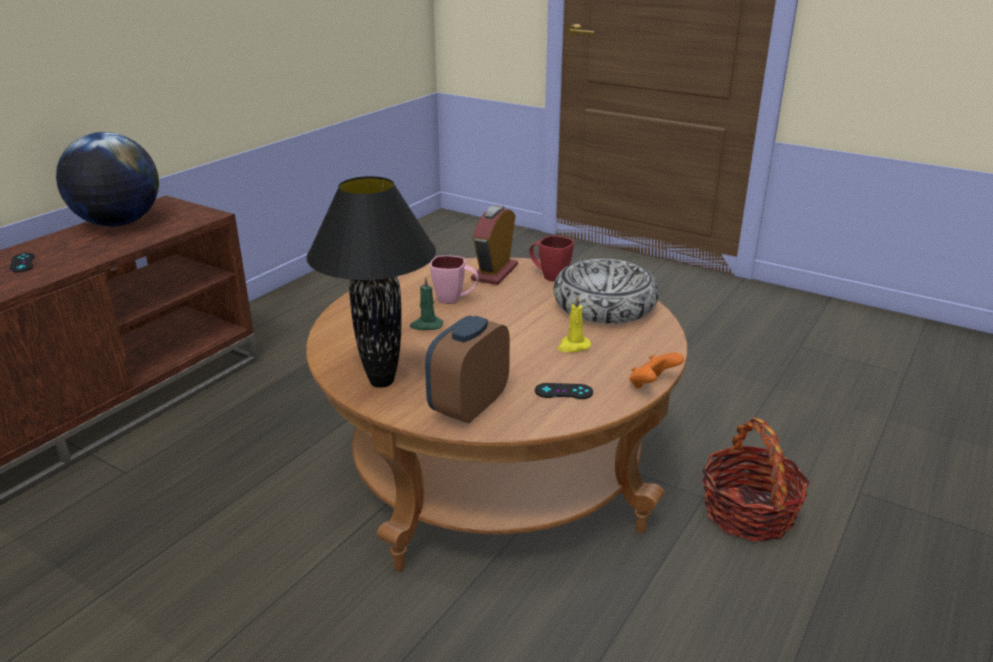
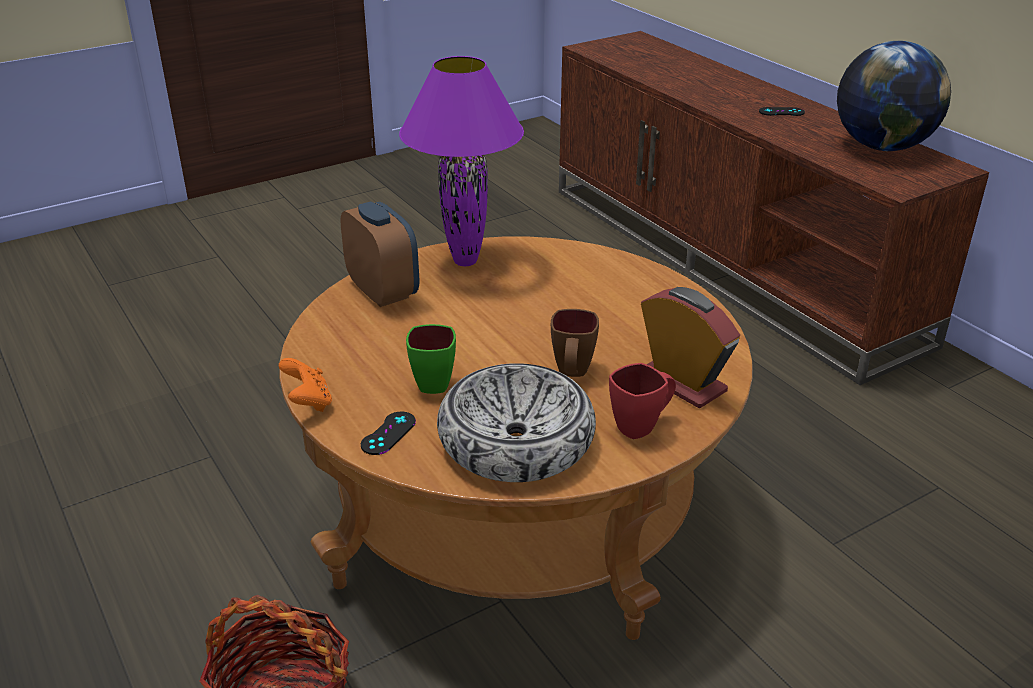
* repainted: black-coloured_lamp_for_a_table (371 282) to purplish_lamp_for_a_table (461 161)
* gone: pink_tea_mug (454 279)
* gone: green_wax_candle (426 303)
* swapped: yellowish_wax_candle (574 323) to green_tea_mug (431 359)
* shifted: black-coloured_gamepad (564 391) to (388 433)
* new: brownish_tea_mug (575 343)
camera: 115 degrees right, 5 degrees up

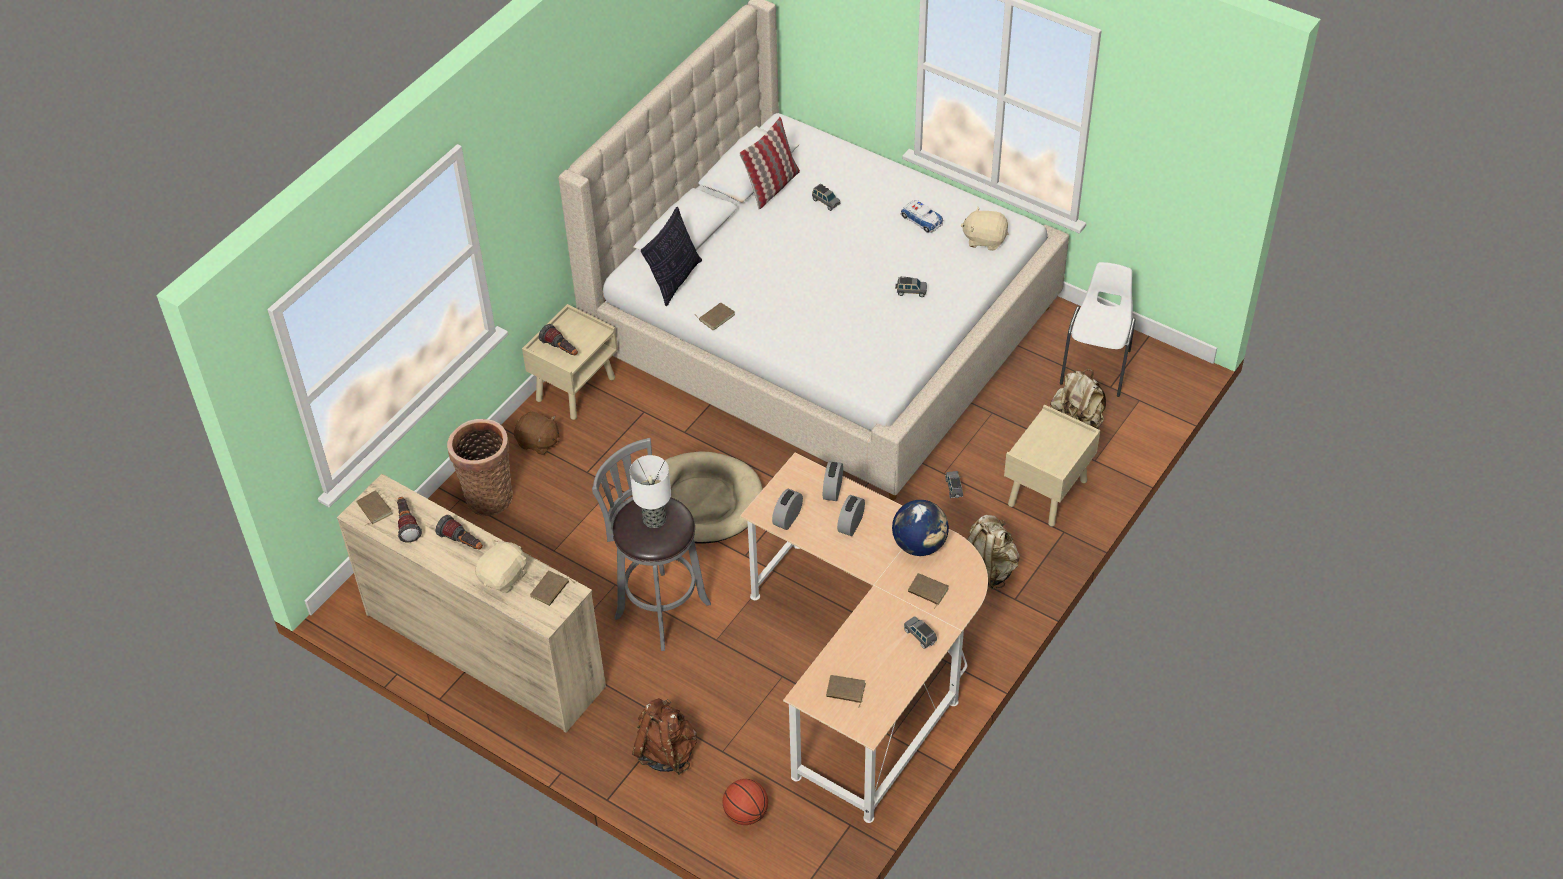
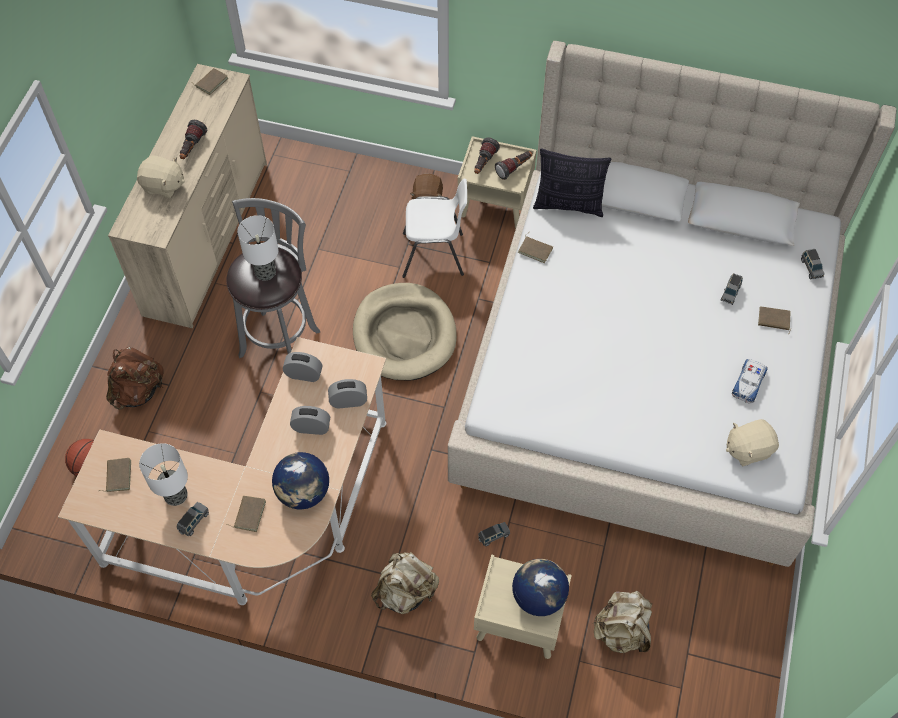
* gone: pillow (769 163)
* rotated: beige-coloured_plush_toy (984 228) = (752 442) 105 degrees counterclockwise
* shifted: white_upright_chair (1097 329) to (434 228)
* shifted: grey_model_car (911 287) to (812 264)
* gone: basket (480 467)
* shifted: hand_torch (409 520) to (514 165)
* shifted: brownish_bound_book (552 588) to (774 320)
* new: lamp_for_a_table (163 474)
* new: desk_globe (540 587)
camera: 70 degrees right, 10 degrees up

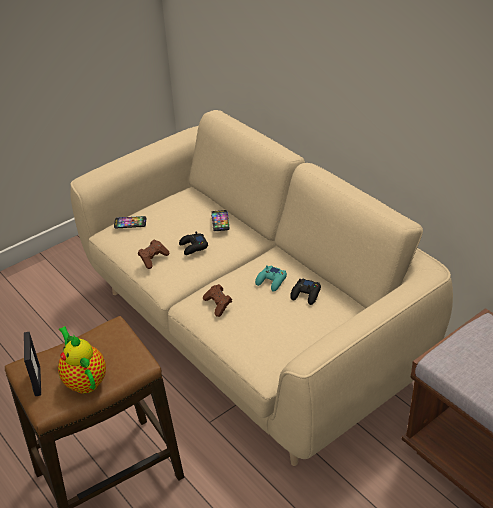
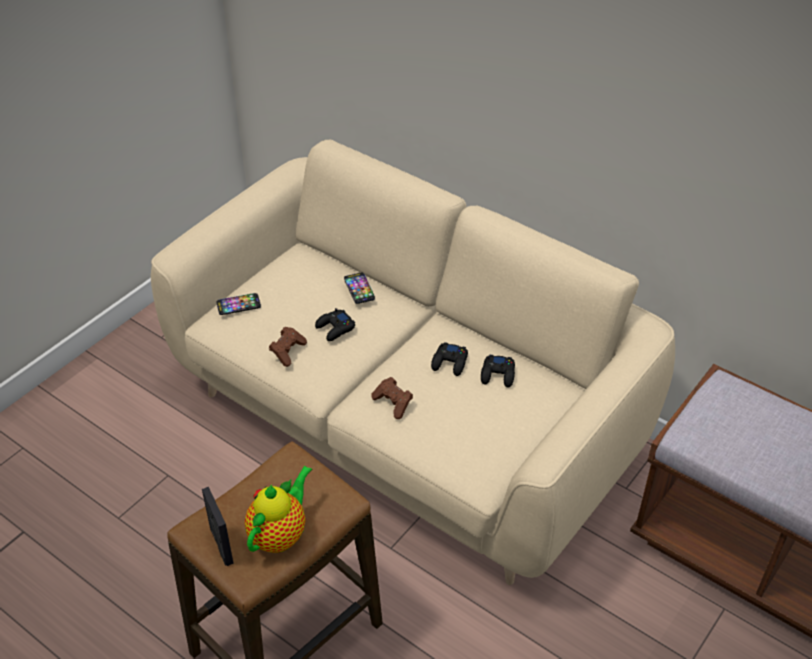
* repainted: turquoise_gamepad (271 278) to black-coloured_gamepad (449 359)
* rotated: tea_pot (82 360) = (278 509) 75 degrees clockwise
camera: 15 degrees left, 5 degrees up

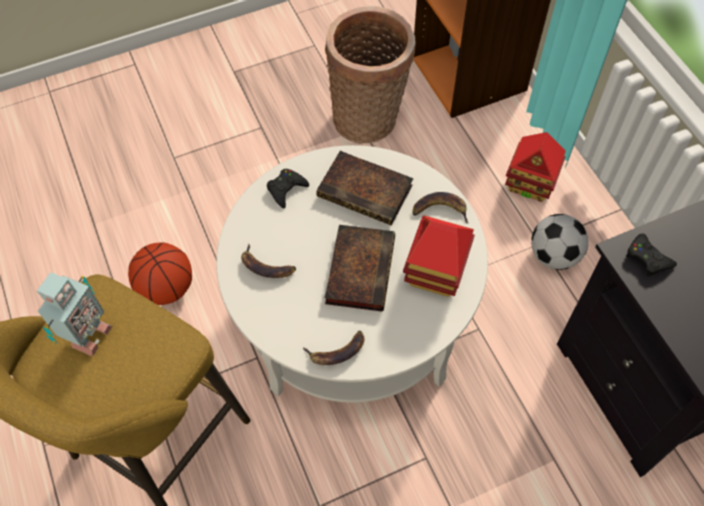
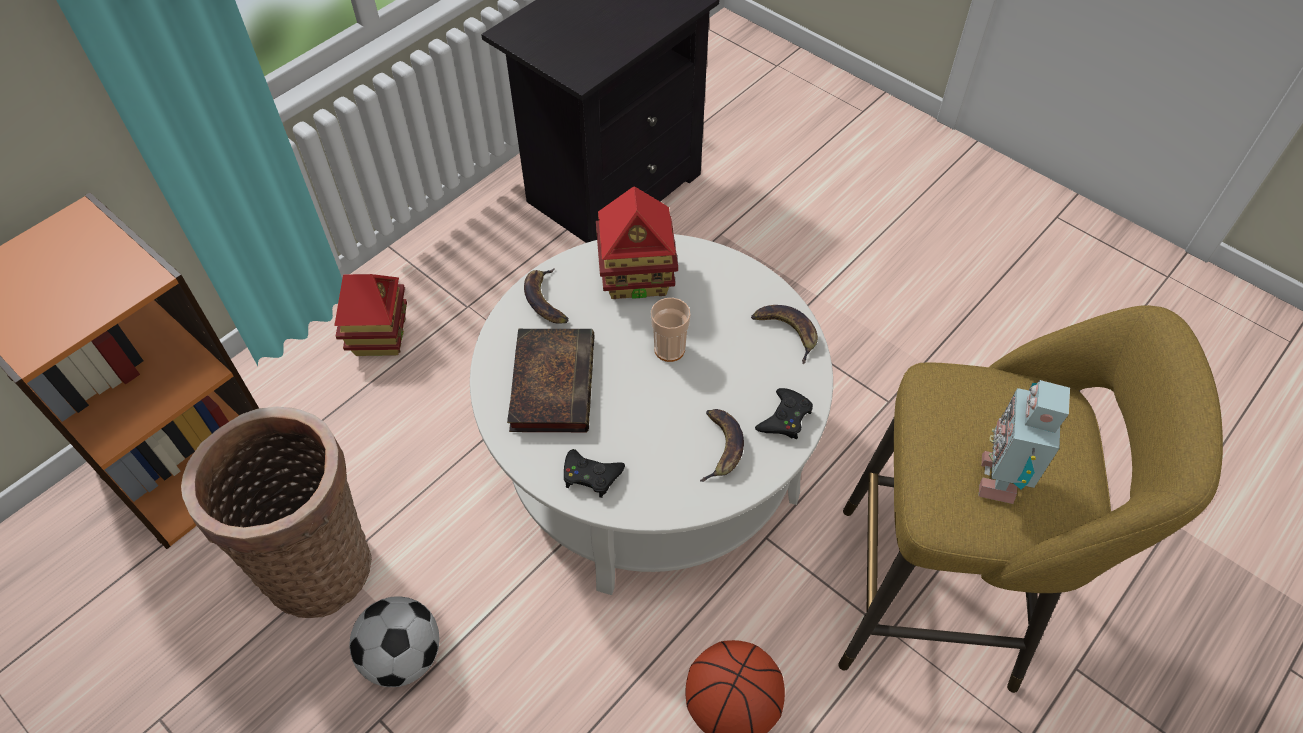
* shifted: football_ball (560 242) to (394 641)
* swapped: bound_book (360 268) to cup (671 330)
* shifted: black-coloured_gamepad (651 255) to (784 413)
* rotated: robot_figure (74 314) = (1024 442) 75 degrees counterclockwise
camera: 115 degrees left, 5 degrees down

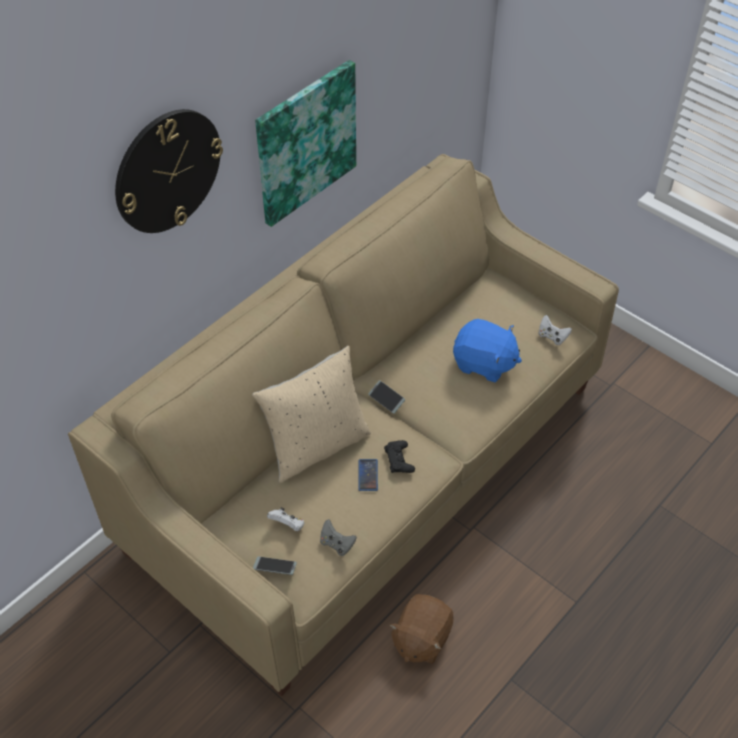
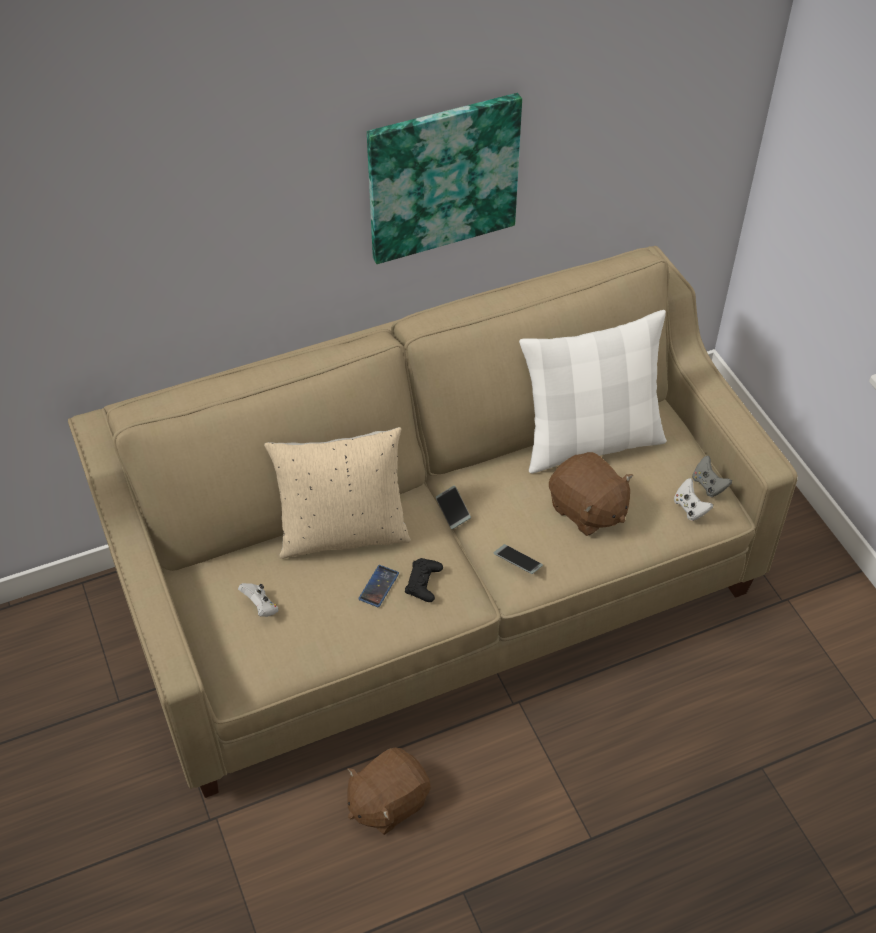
* gone: wall_clock (169 171)
* repainted: bluish_plush_toy (487 350) to brownish_plush_toy (591 494)
* shifted: grey_gamepad (338 537) to (712 476)
* shifted: handset (275 566) to (518 559)
* new: white_pillow (593 391)
camera: 25 degrees right, 0 degrees up

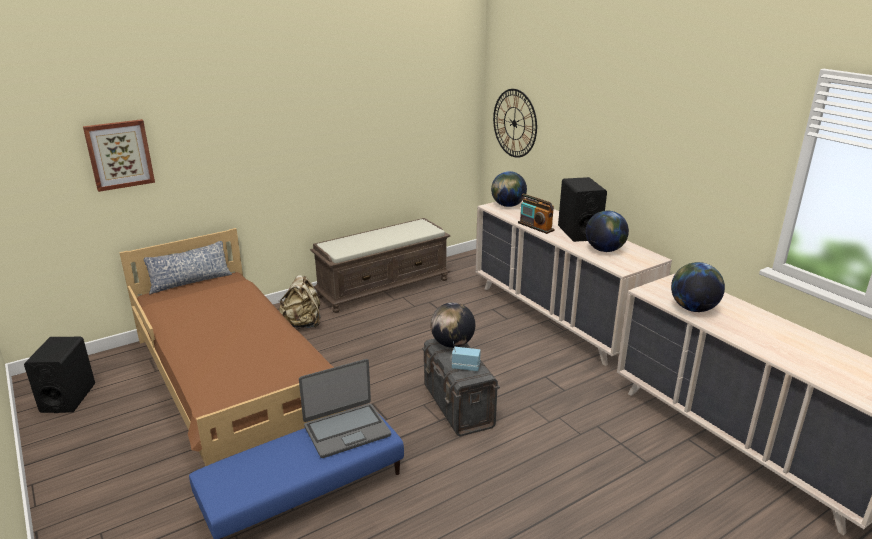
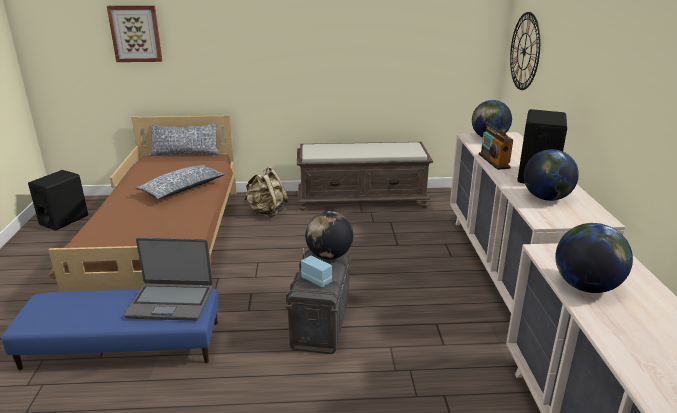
* new: pillow (180 182)
camera: 30 degrees right, 0 degrees up

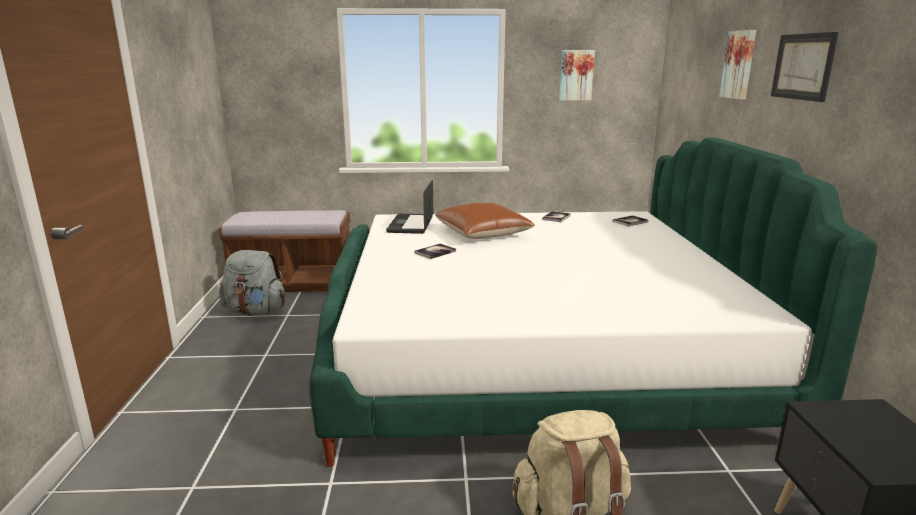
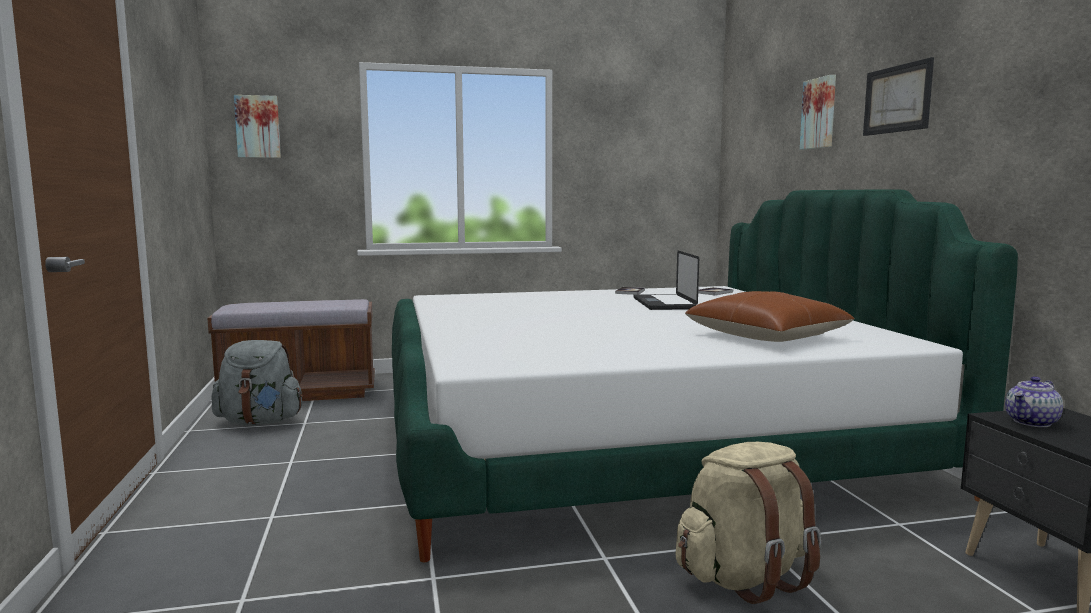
* shifted: picture (577 75) to (257 126)
* shifted: notebook_computer (409 207) to (666 280)
* shifted: brownish_pillow (485 221) to (770 316)
* gone: bound_book (435 251)
* new: tea_pot (1034 401)
camera: 10 degrees left, 10 degrees down

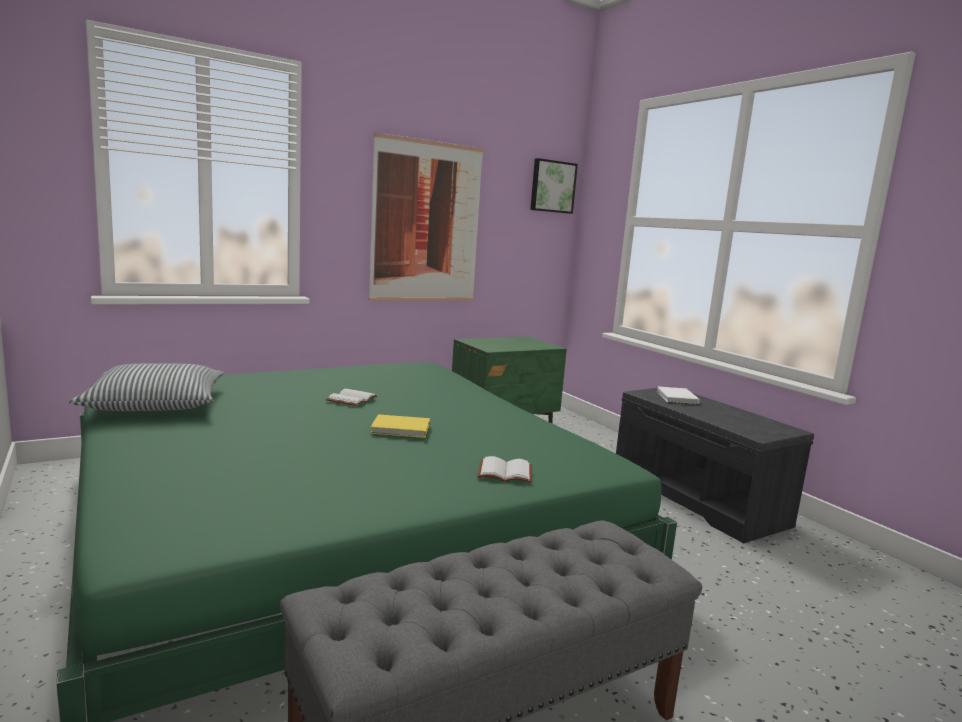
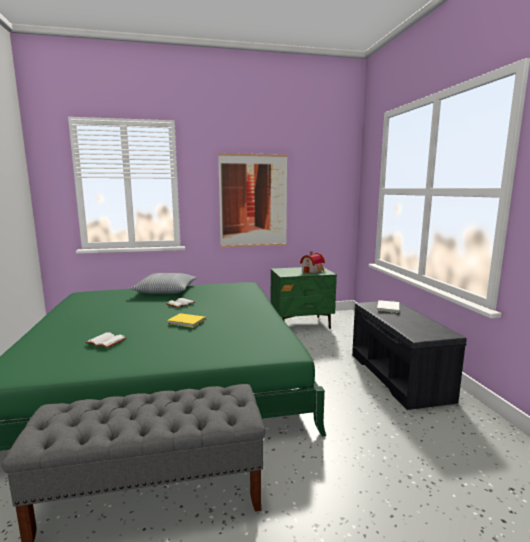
* gone: picture (554 186)
* shifted: pillow (146 387) to (163 283)
* shifted: white_bound_book (505 469) to (106 340)
* new: model_house (312 262)
camera: 20 degrees right, 0 degrees up

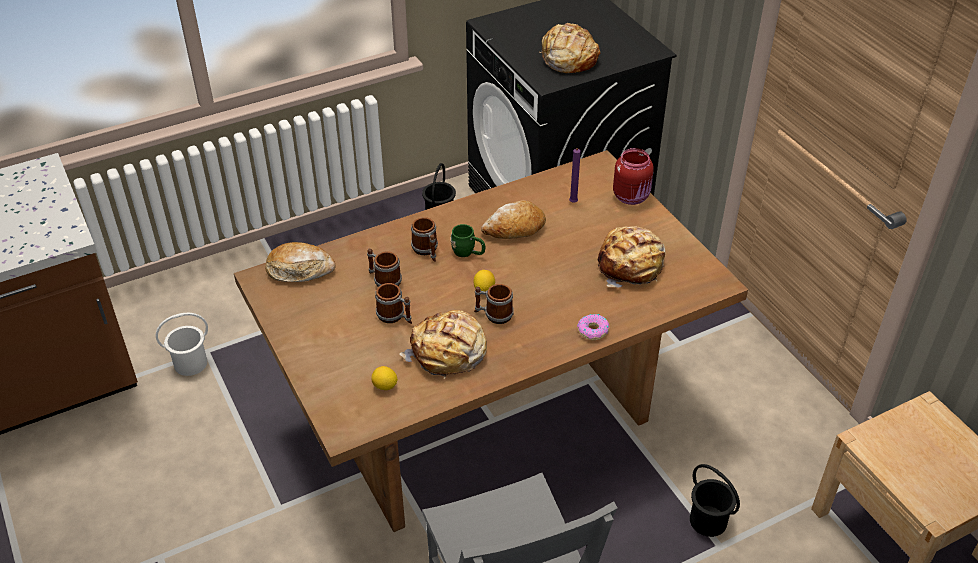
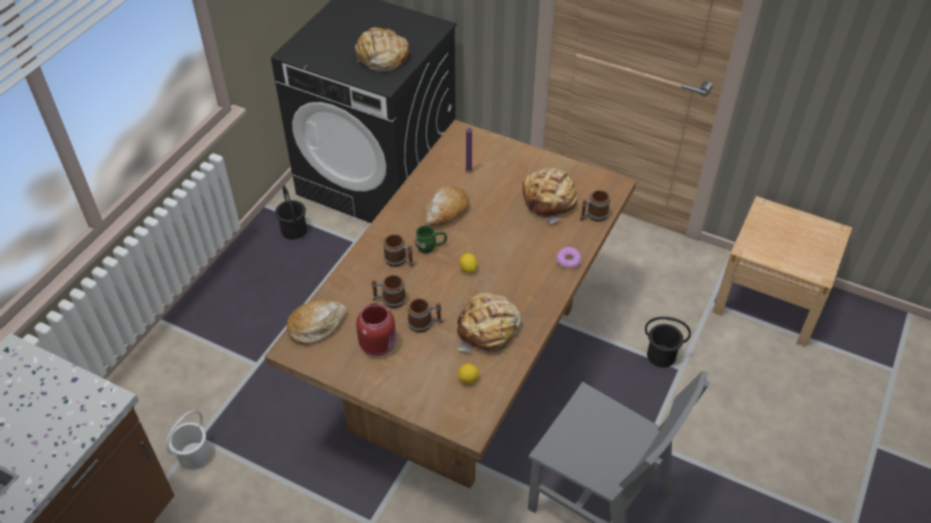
* shifted: red_preserve_jar (633 176) to (376 329)
* shifted: tea_mug (494 304) to (595 206)
camera: 35 degrees left, 5 degrees up

